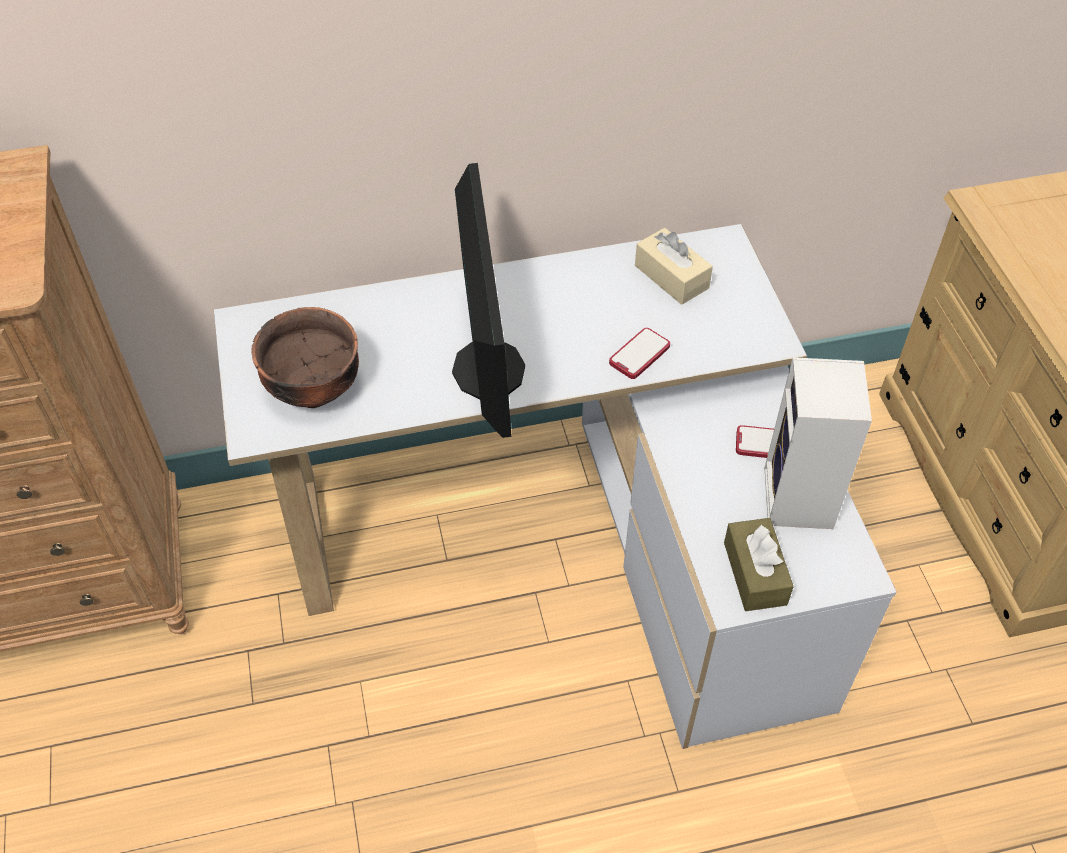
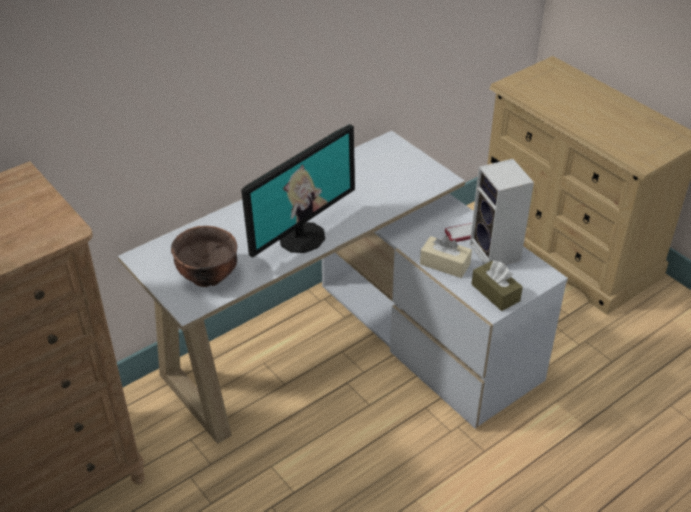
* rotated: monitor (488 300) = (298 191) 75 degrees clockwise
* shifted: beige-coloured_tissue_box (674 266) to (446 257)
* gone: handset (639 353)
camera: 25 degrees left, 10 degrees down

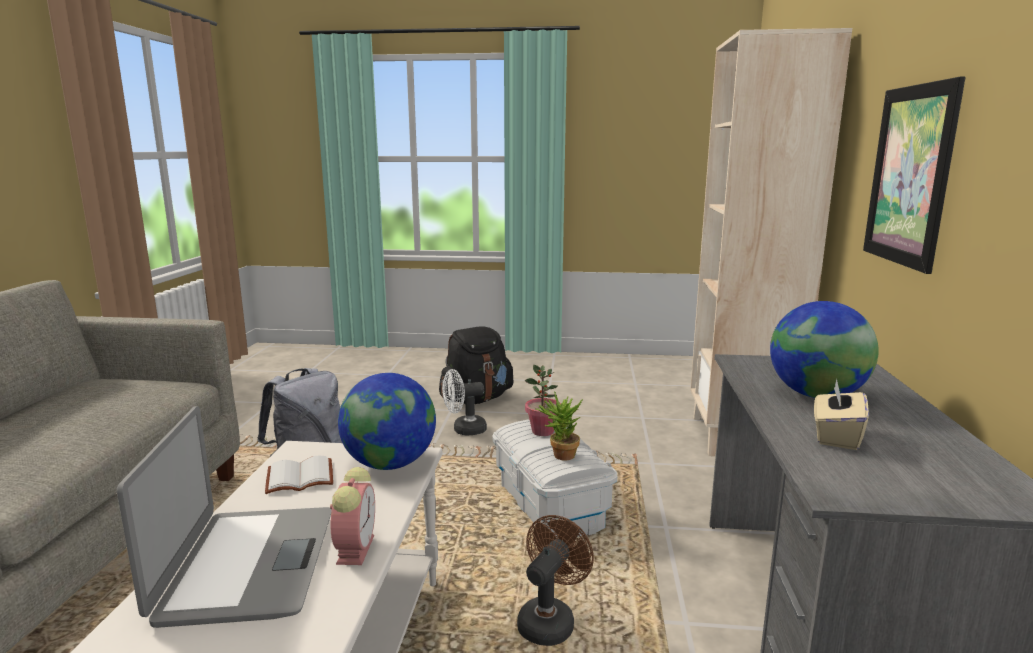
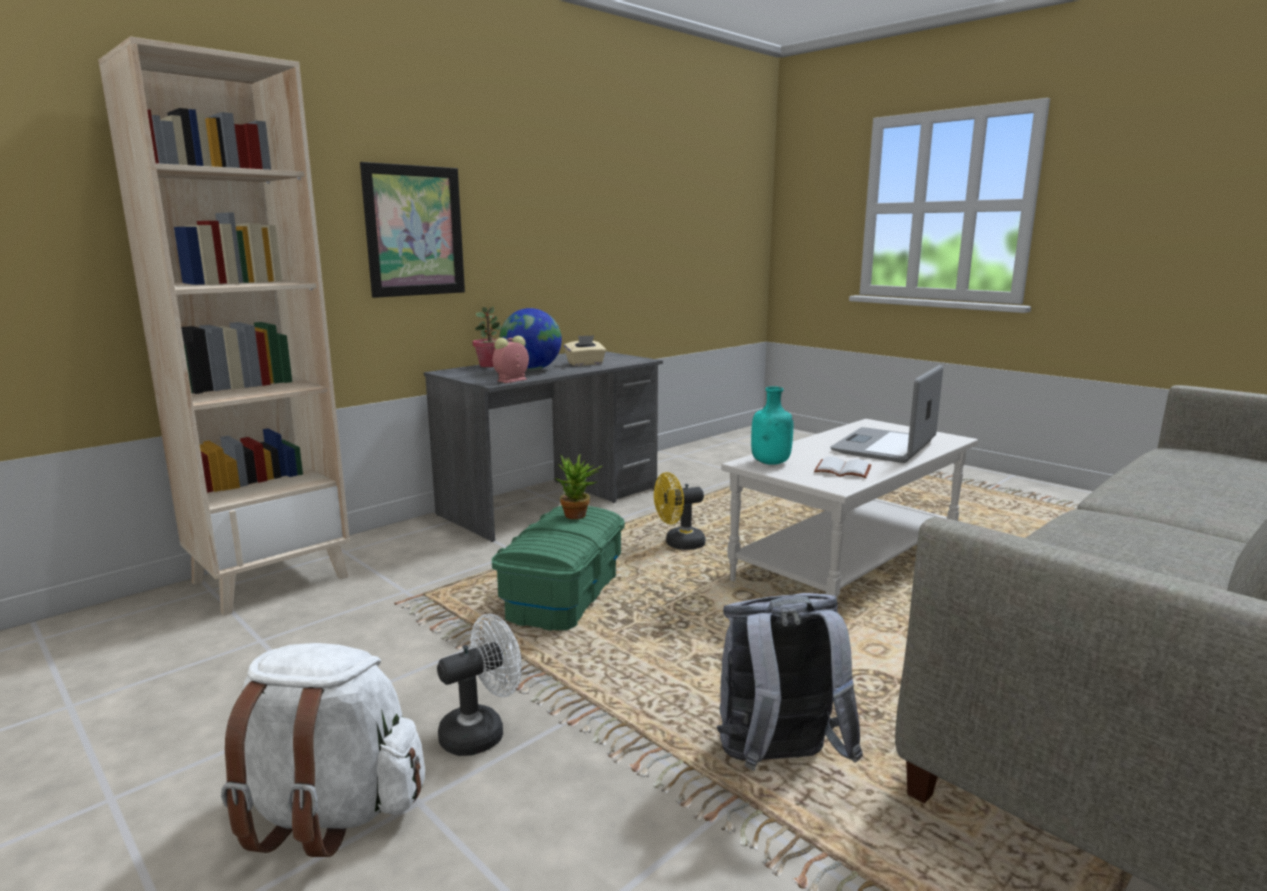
* repainted: black-coloured_backpack (476 365) to white_backpack (323 750)
* shifted: plant_in_a_pot (543 400) to (486 336)
* rotated: white_fan (464 402) = (479 685) 60 degrees counterclockwise
* swapped: desk_globe (387 421) to turquoise_drink_bottle (772 425)
* repainted: white_storage_container (554 478) to green_storage_container (558 568)
* shifted: bedside_clock (352 516) to (511 359)
* repainted: brownish_fan (555 580) to yellowish_fan (679 511)
camera: 140 degrees left, 0 degrees up

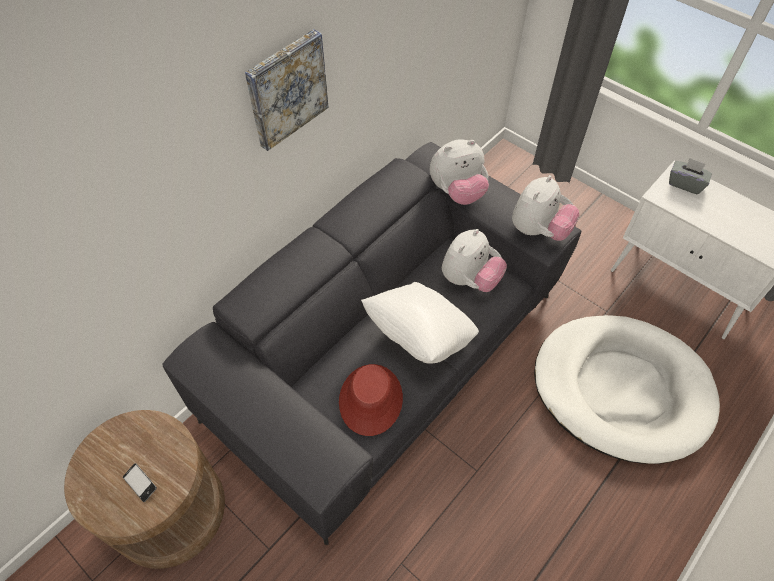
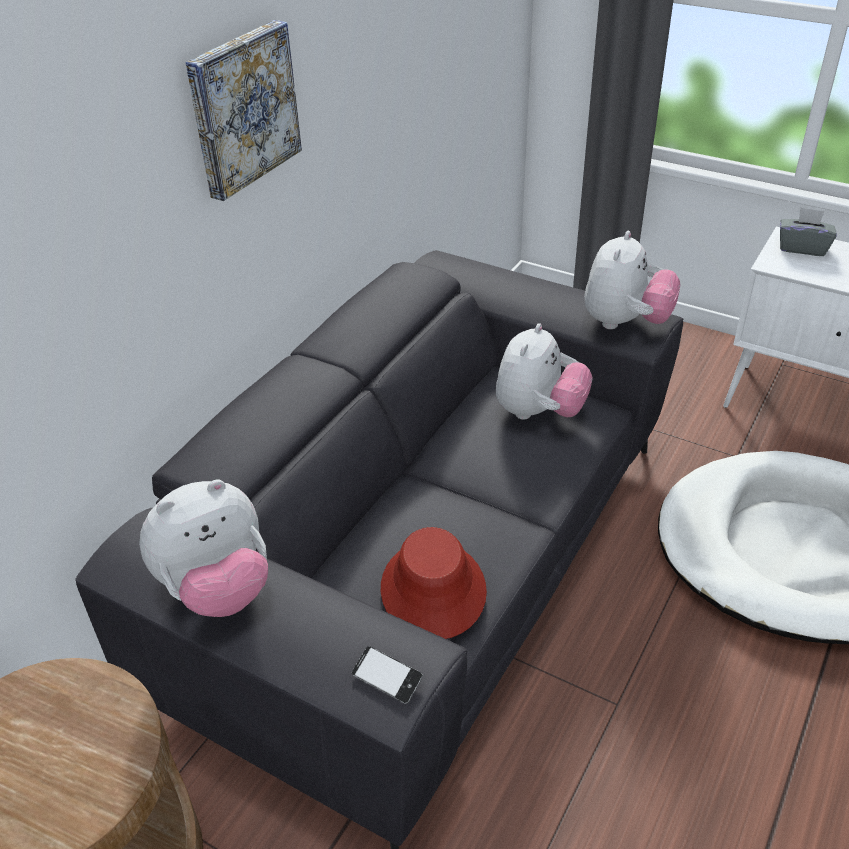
* shifted: plush_toy (459 172) to (203 548)
* gone: white_pillow (420 323)
* shifted: handset (140 482) to (387 675)
camera: 10 degrees left, 15 degrees down

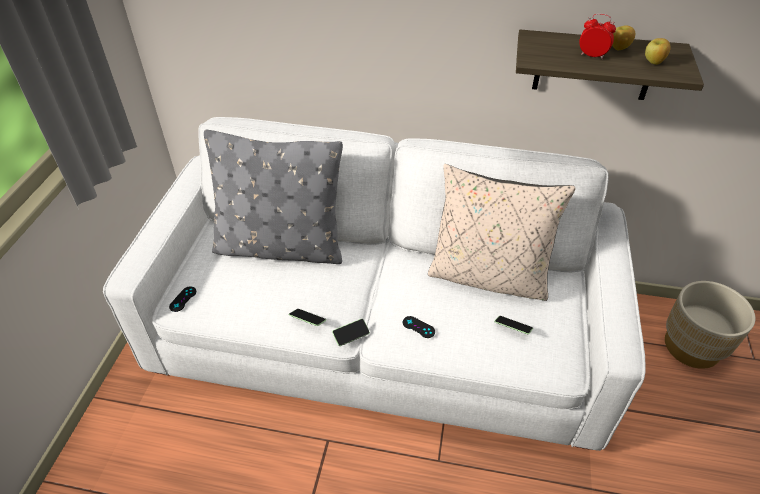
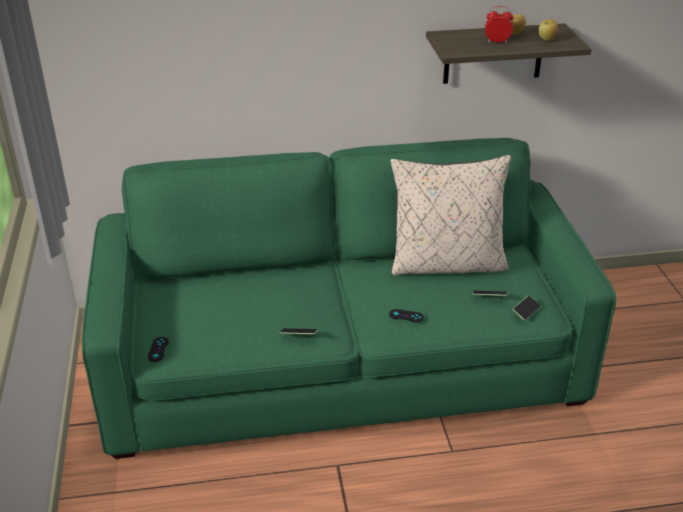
* repainted: white_settee (374 284) to green_settee (349 298)
* gone: grey_pillow (273 197)
* gone: beige-coloured_planter (710 325)
* shifted: handset (351 332) to (527 307)
camera: 20 degrees left, 10 degrees down

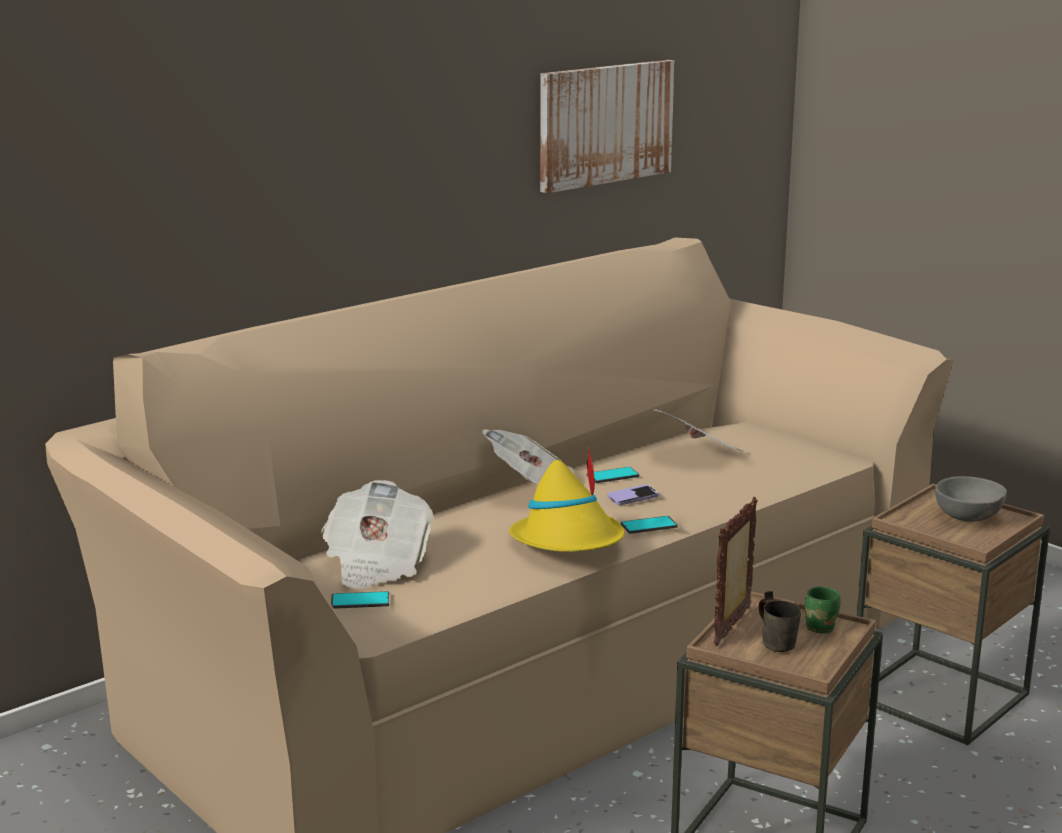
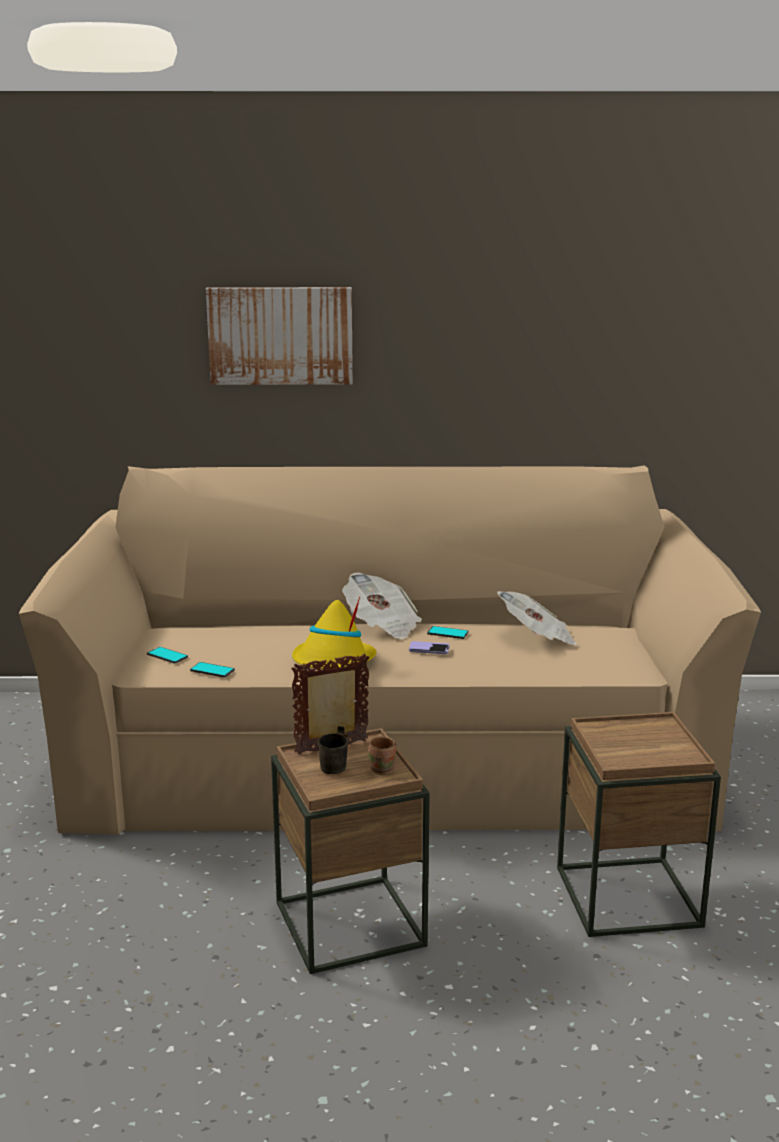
* shifted: picture (607 126) to (279 336)
* gone: grey_deep_dish (971 499)
* gone: printed_paper (377 534)
* shifted: handset (649 525) to (212 670)
* repainted: green_tea_mug (822 609) to brownish_tea_mug (382 756)
camera: 40 degrees right, 0 degrees up

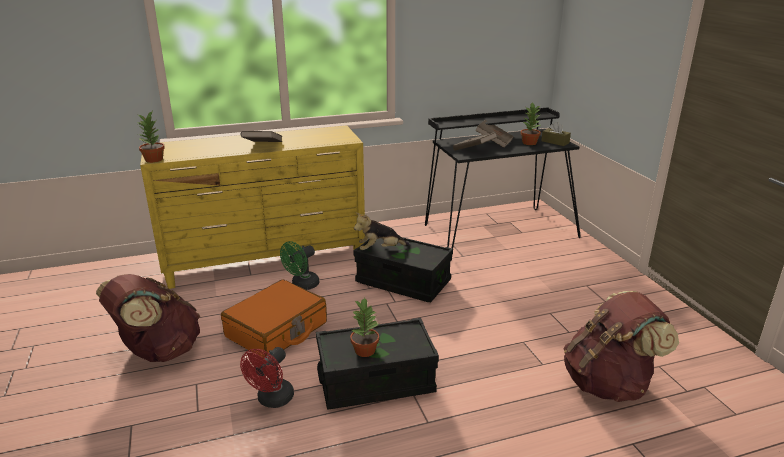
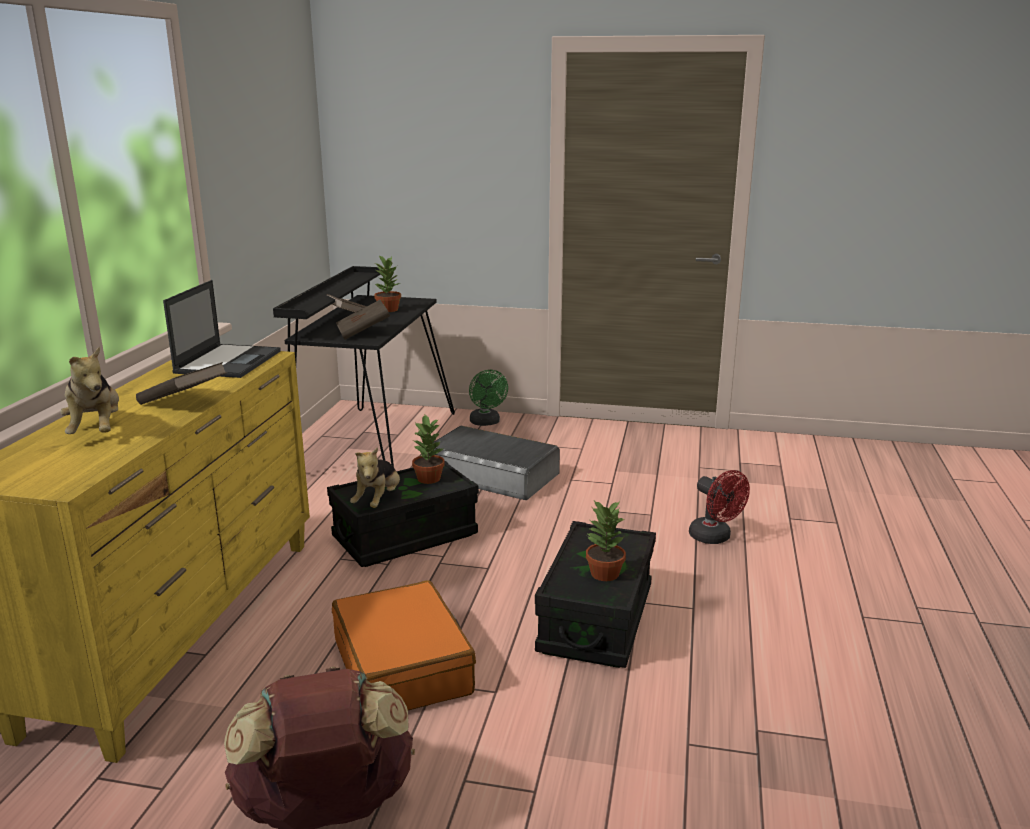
* shifted: plant_in_a_pot (150 137) to (428 449)
* gone: brownish_tissue_box (556 134)
* shifted: green_fan (299 265) to (488 398)
* gone: brownish_backpack (621 346)
* shifted: red_fan (267 377) to (719 507)
* new: notebook_computer (222 329)
* new: plush_toy (89 390)
* new: grey_storage_container (496 463)
camera: 60 degrees left, 5 degrees down

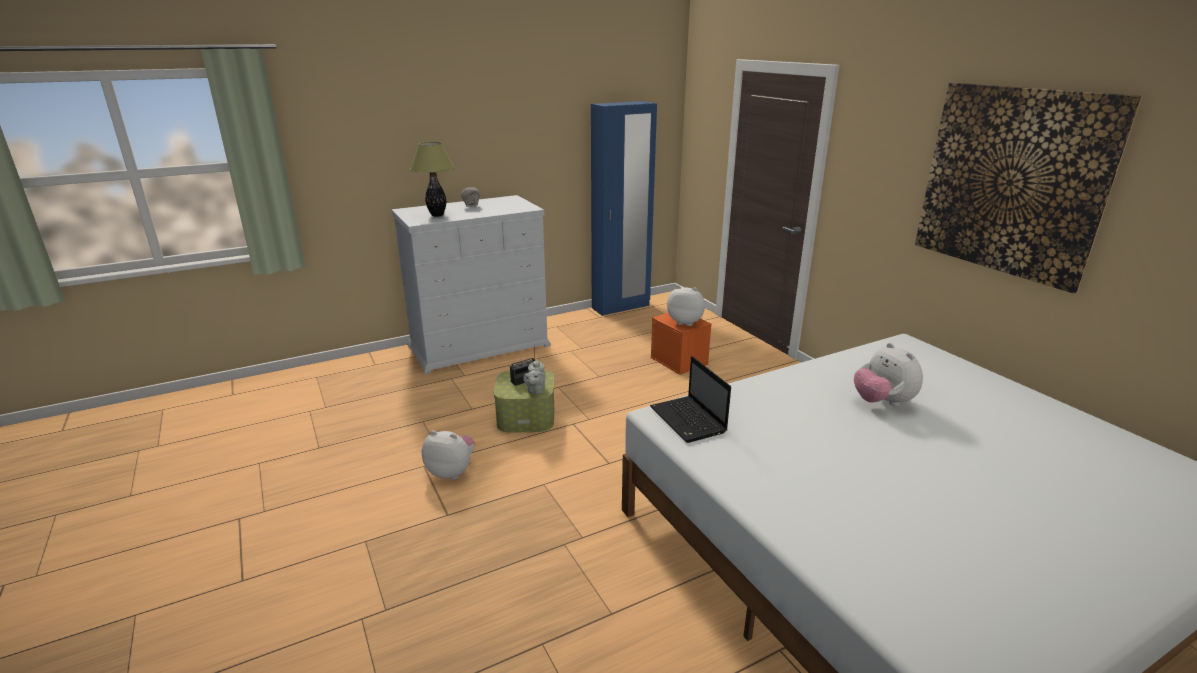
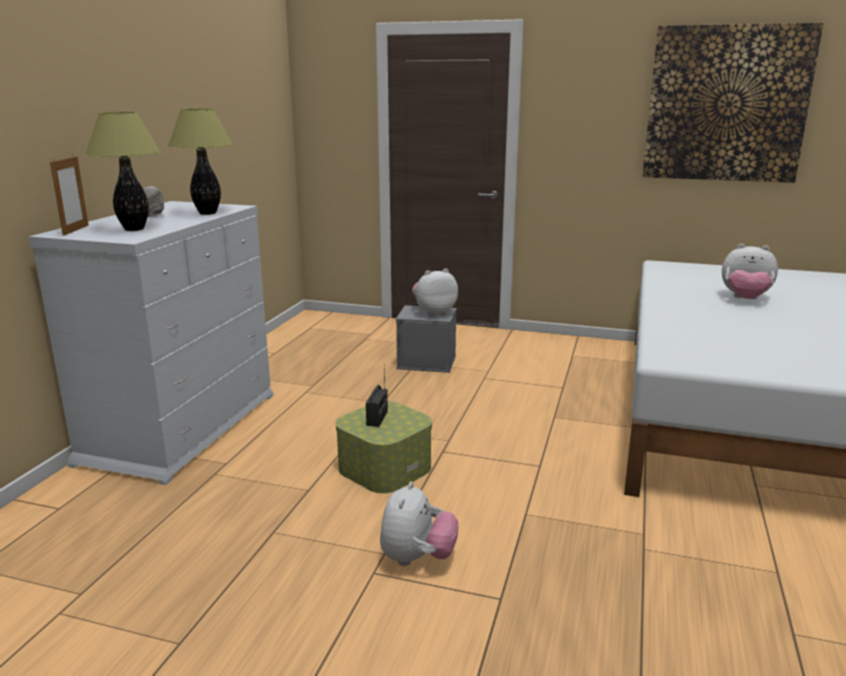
* gone: bluish_wardrobe (624 208)
* repainted: orangey_storage_container (681 344) to grey_storage_container (426 339)
* gone: notebook_computer (690 399)
* gone: grey_tea_pot (534 377)
* rotated: plush_toy (448 455) = (419 524) 135 degrees clockwise
* new: lamp_for_a_table (200 162)
* new: photo_frame (69 196)
camera: 45 degrees left, 5 degrees down

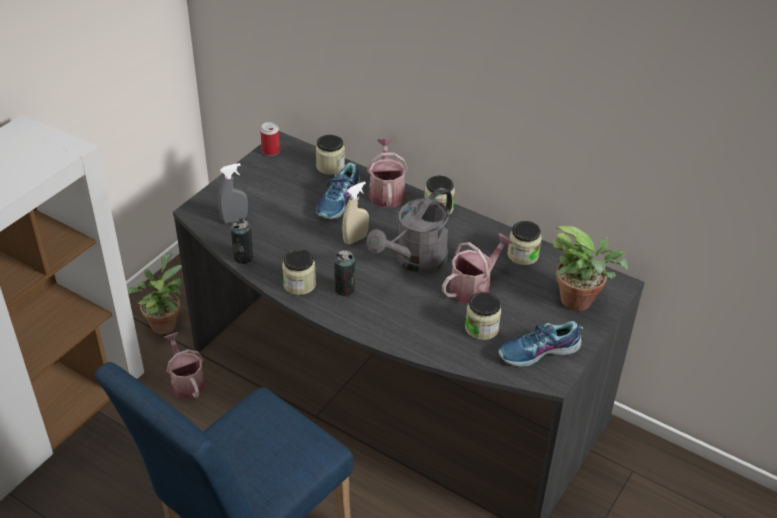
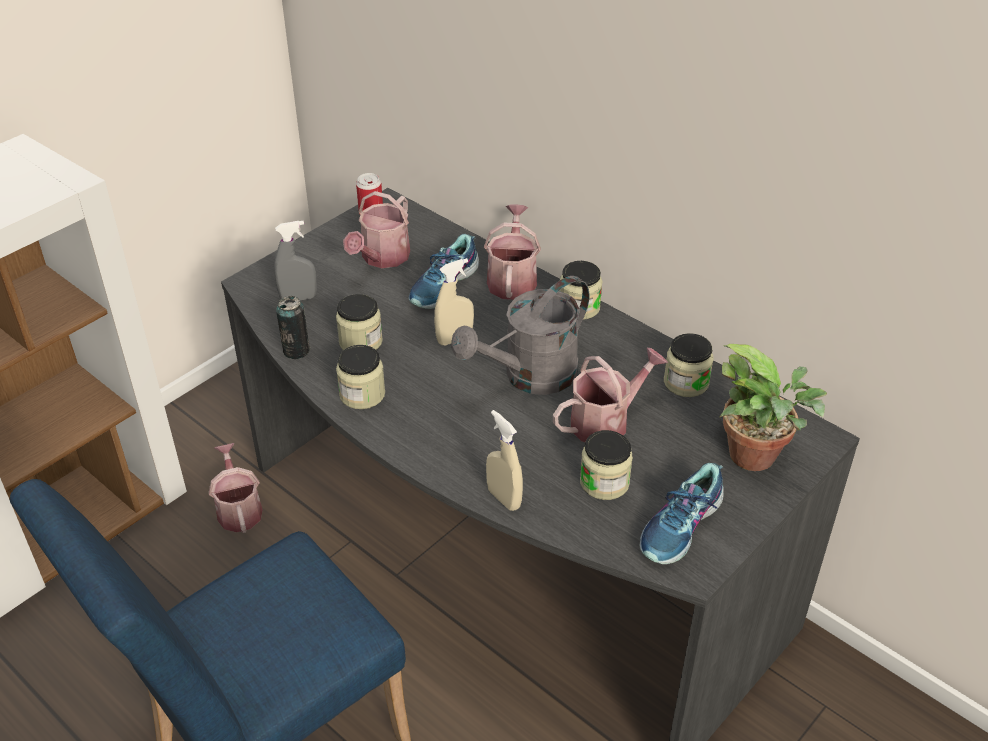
* shifted: preserve_jar (330 155) to (359 322)
* gone: sealed_can (344 273)
* gone: plant_in_a_pot (154 293)
* rotated: item_of_footwear (540 344) = (682 513) 45 degrees counterclockwise
* new: watering_pot (376 229)
* new: beige-coloured_hand_sprayer (504 460)
camera: 10 degrees right, 0 degrees up

